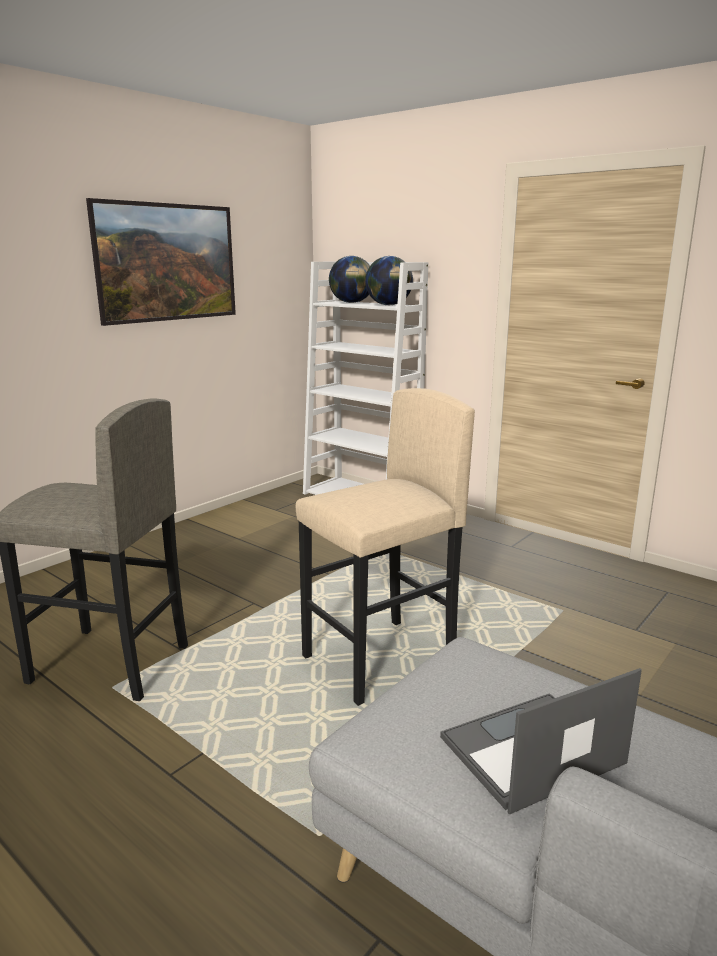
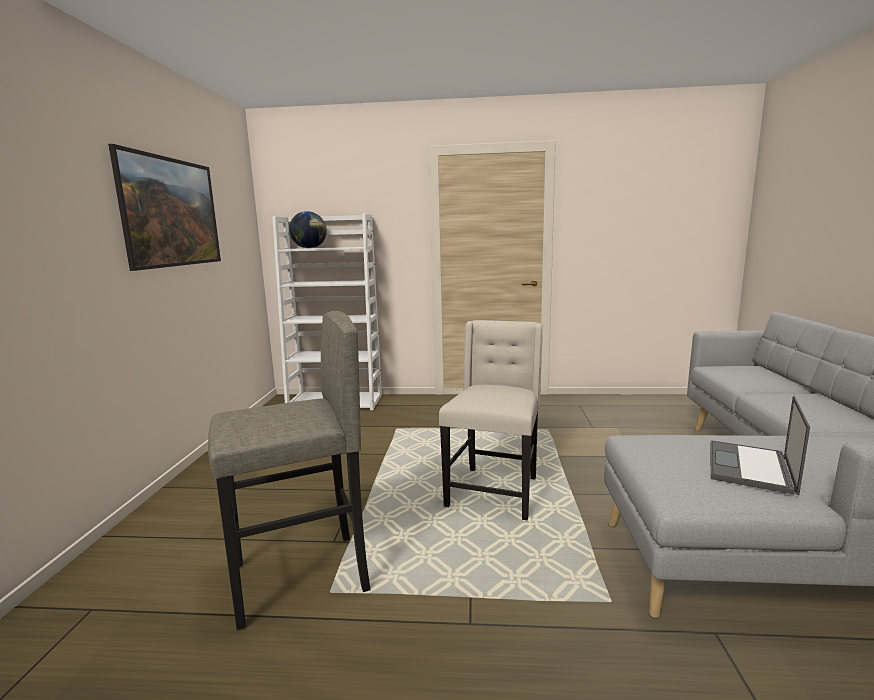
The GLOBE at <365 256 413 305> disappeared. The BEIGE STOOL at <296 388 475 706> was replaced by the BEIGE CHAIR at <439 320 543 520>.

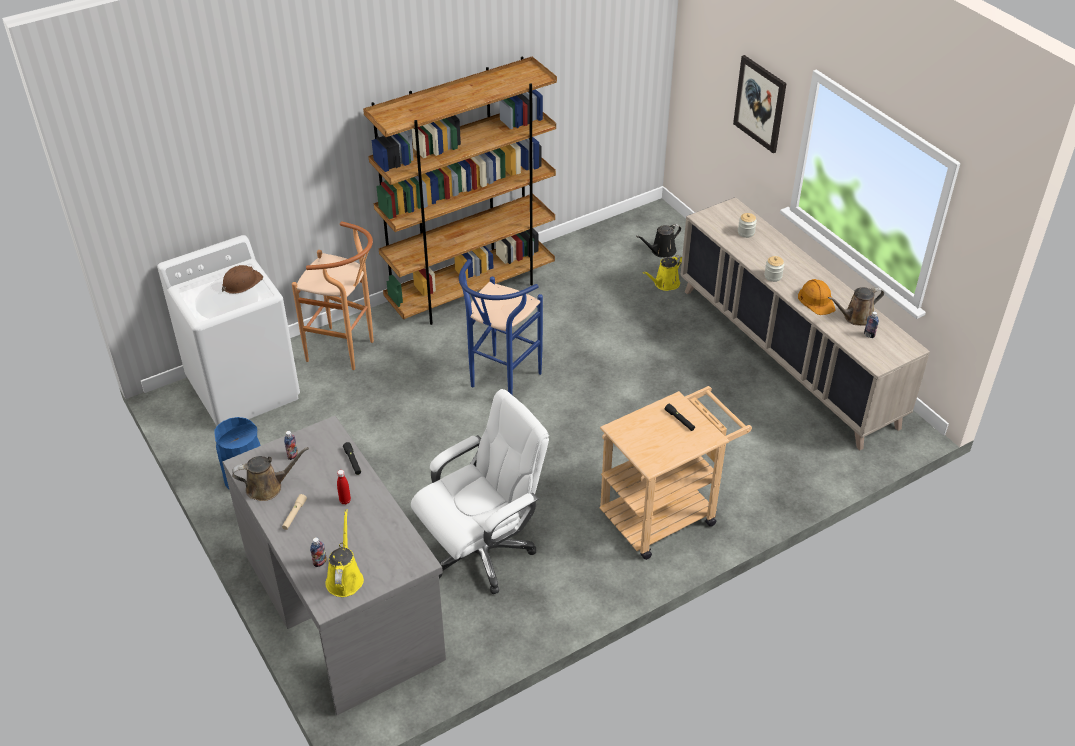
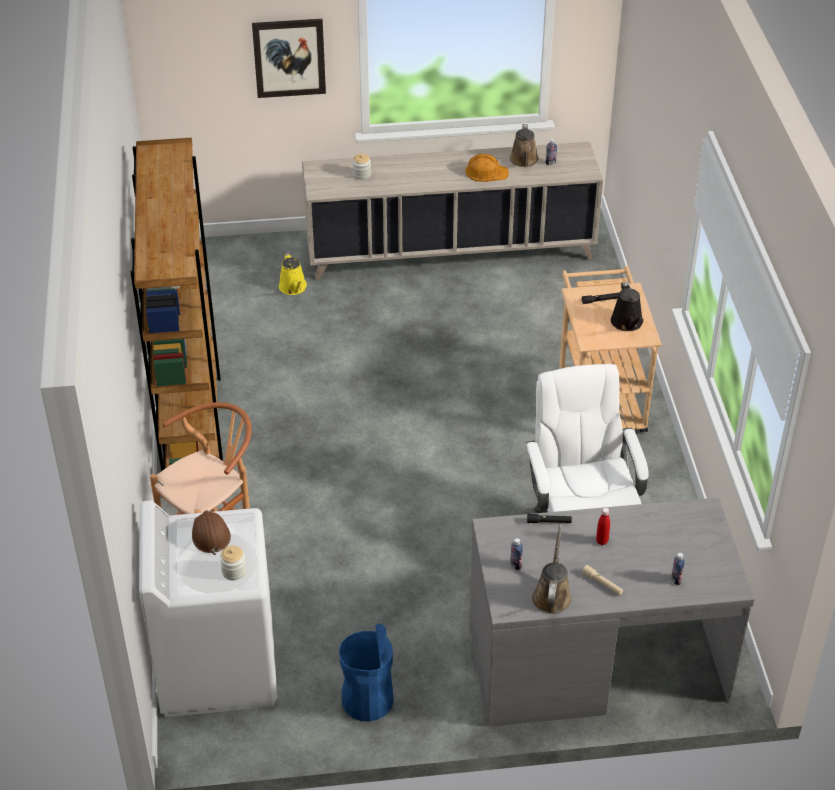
The YELLOW WATERING CAN at <325 509 364 597> disappeared. The BLUE STOOL at <459 259 543 395> disappeared. The BLACK WATERING CAN moved from <636 224 681 257> to <611 282 643 331>. The JAR moved from <764 256 784 282> to <220 546 246 580>.

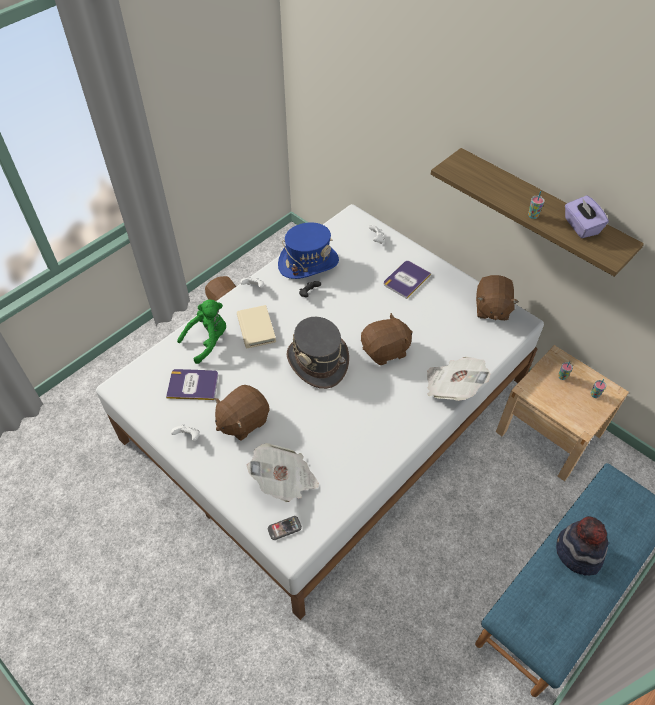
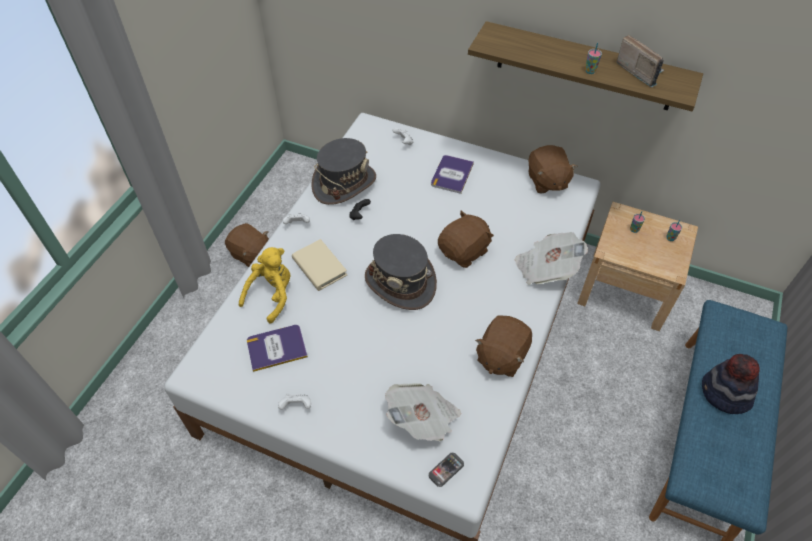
The BROWN PLUSH TOY moved from <214 385 269 441> to <475 315 532 377>. The PURPLE TISSUE BOX at <565 195 609 238> was replaced by the RADIO at <617 35 664 87>. The GREEN PLUSH TOY at <177 299 226 364> became the YELLOW PLUSH TOY at <239 247 291 324>. The BLUE HAT at <278 222 339 279> became the GREY HAT at <311 138 376 205>.

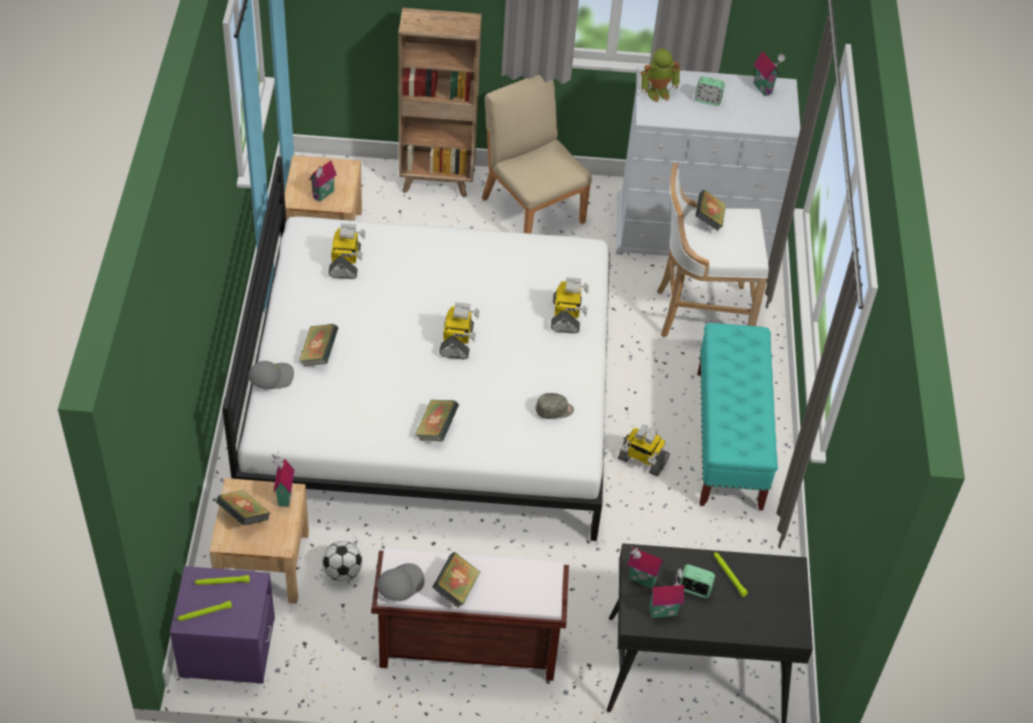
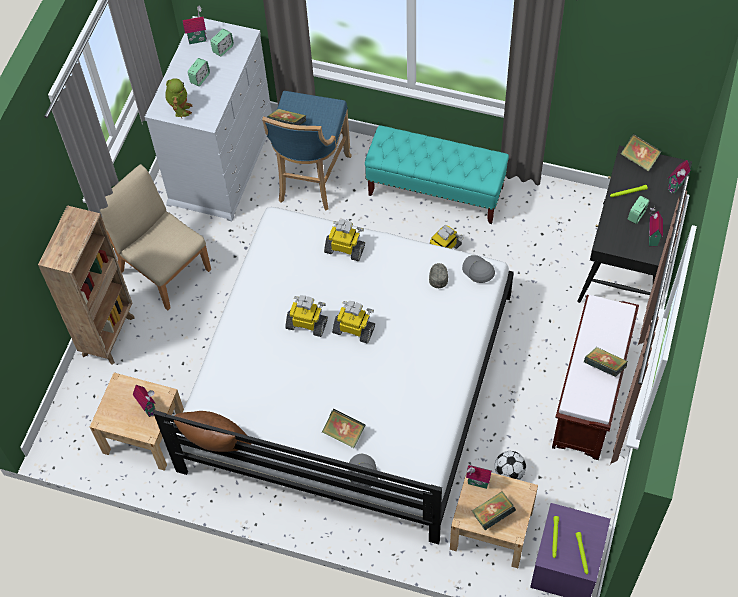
The BROWN PILLOW at <174 411 251 452> appeared. The ALARM CLOCK at <210 29 234 57> appeared. The TOY ROBOT moved from <328 223 366 279> to <285 295 328 337>. The GREY CAP moved from <377 563 424 601> to <462 255 495 283>. The BOOK moved from <415 400 459 441> to <621 134 662 172>. The TOY HOUSE moved from <628 546 663 588> to <668 160 691 194>. The WHITE STOOL at <657 163 769 338> became the BLUE STOOL at <262 91 352 211>. The BEIGE CHAIR at <482 75 592 234> turned 60 degrees clockwise.

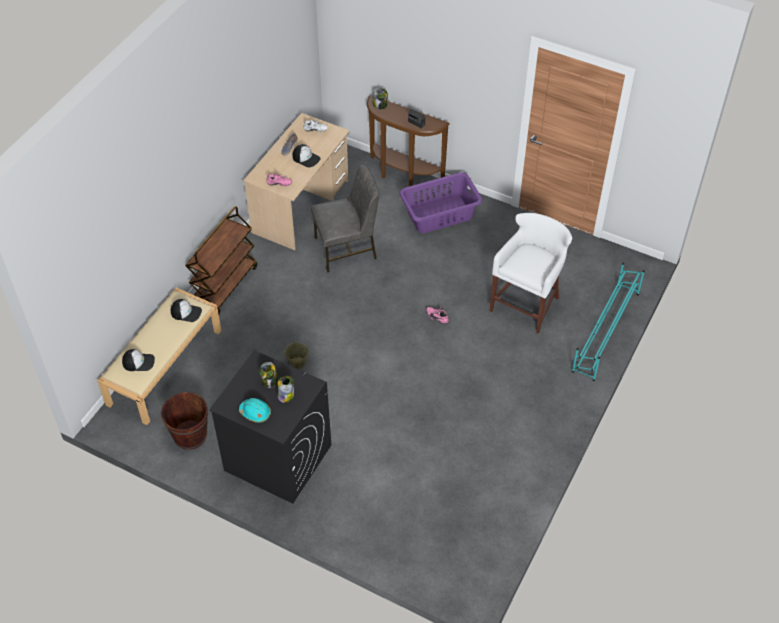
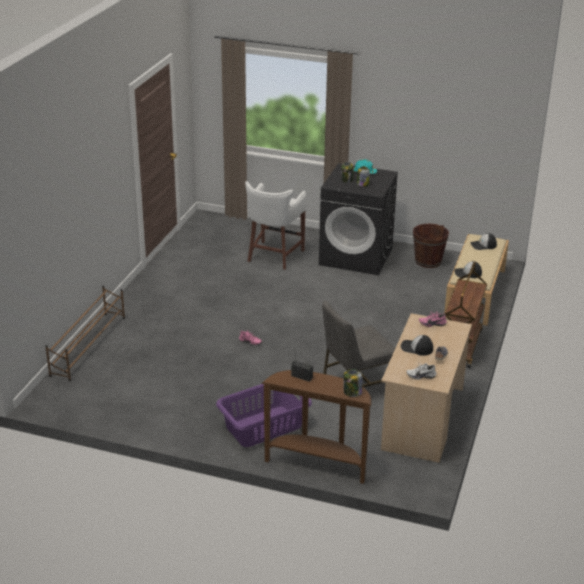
The BEIGE BUCKET at <284 343 309 369> disappeared. The WHITE STOOL moved from <490 213 572 334> to <245 181 307 270>. The TURQUOISE SHOE RACK at <572 262 645 381> became the BROWN SHOE RACK at <45 286 125 381>.

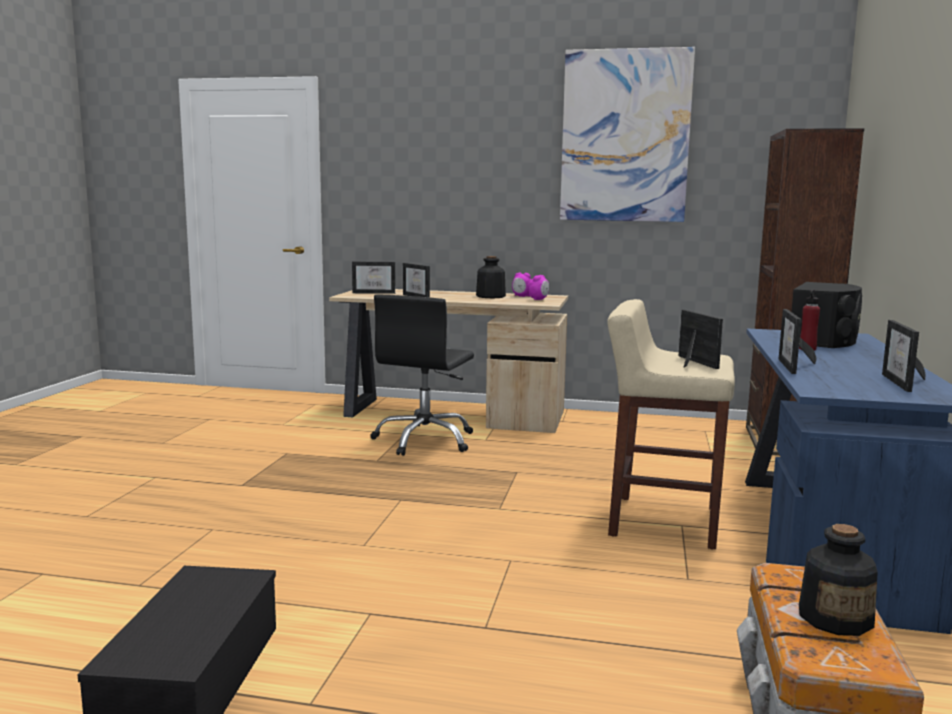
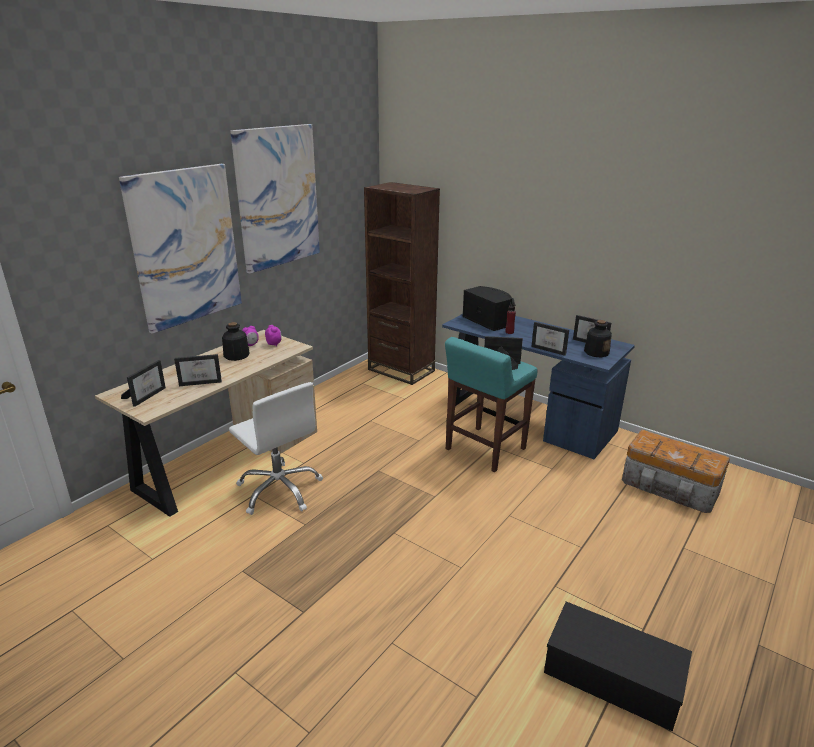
The PICTURE at <119 164 242 334> appeared. The BOTTLE moved from <799 524 878 636> to <584 320 612 358>. The BLACK OFFICE CHAIR at <370 295 474 456> became the WHITE OFFICE CHAIR at <229 382 323 515>. The BEIGE STOOL at <607 299 735 550> became the TURQUOISE STOOL at <445 337 538 472>.

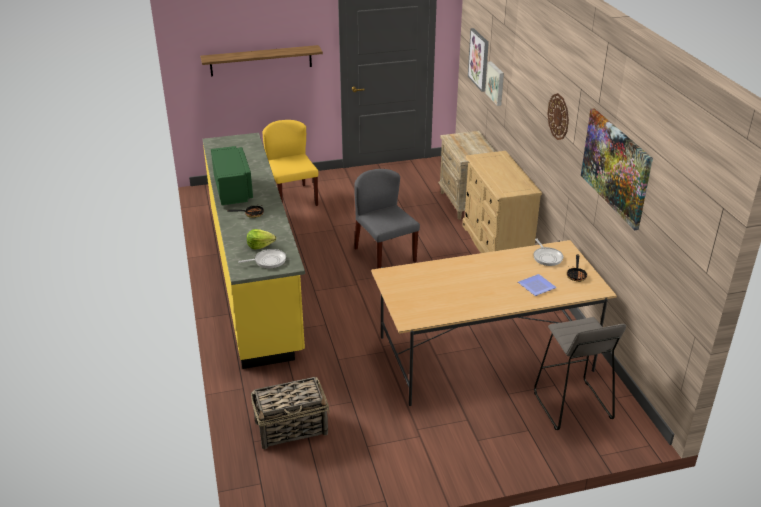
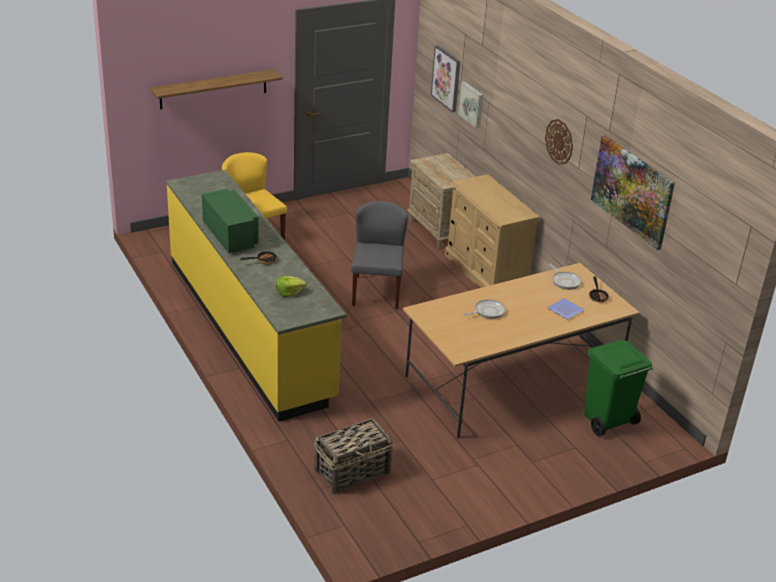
The FRYING PAN moved from <238 249 286 268> to <464 299 505 319>. The GREY STOOL at <534 317 626 430> was replaced by the GREEN TRASH CAN at <584 340 652 436>. The GREY CHAIR at <354 169 420 269> turned 45 degrees clockwise.

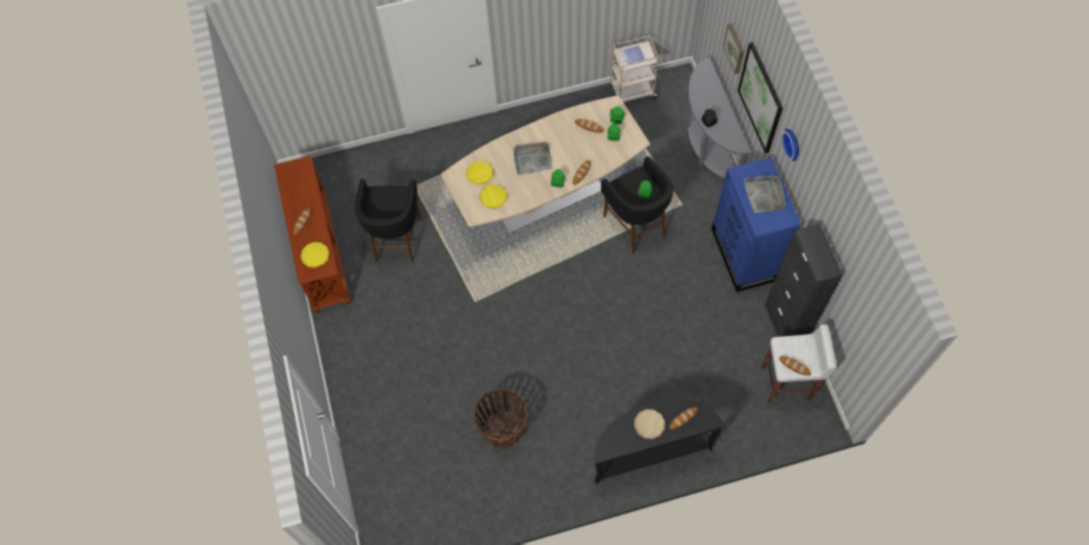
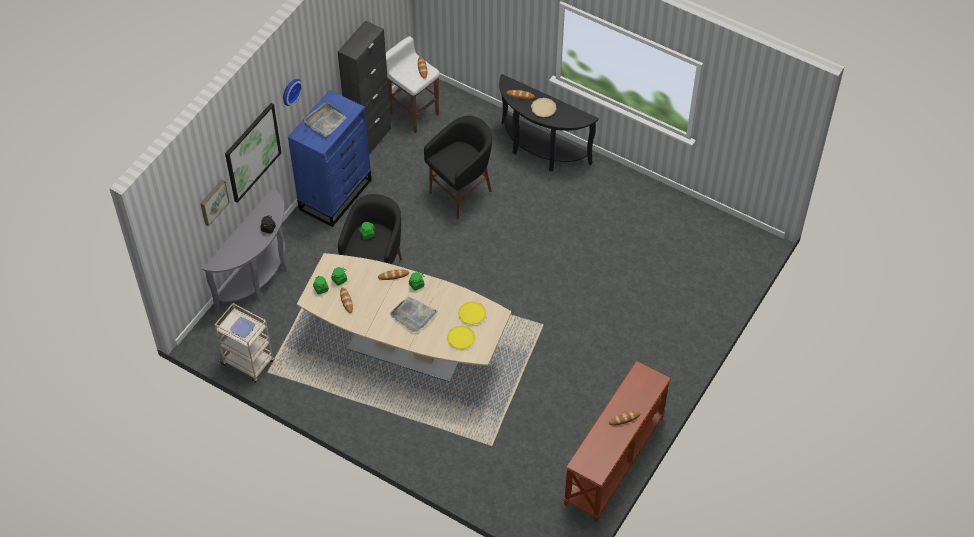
The YELLOW PLATE at <300 242 329 268> disappeared. The BASKET at <473 389 528 449> disappeared. The BLACK STOOL moved from <355 179 421 263> to <424 116 492 219>.

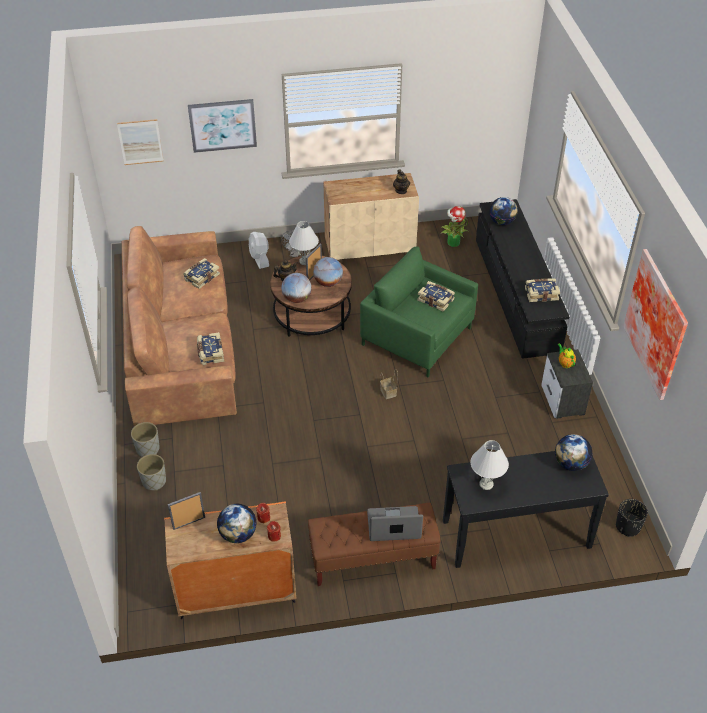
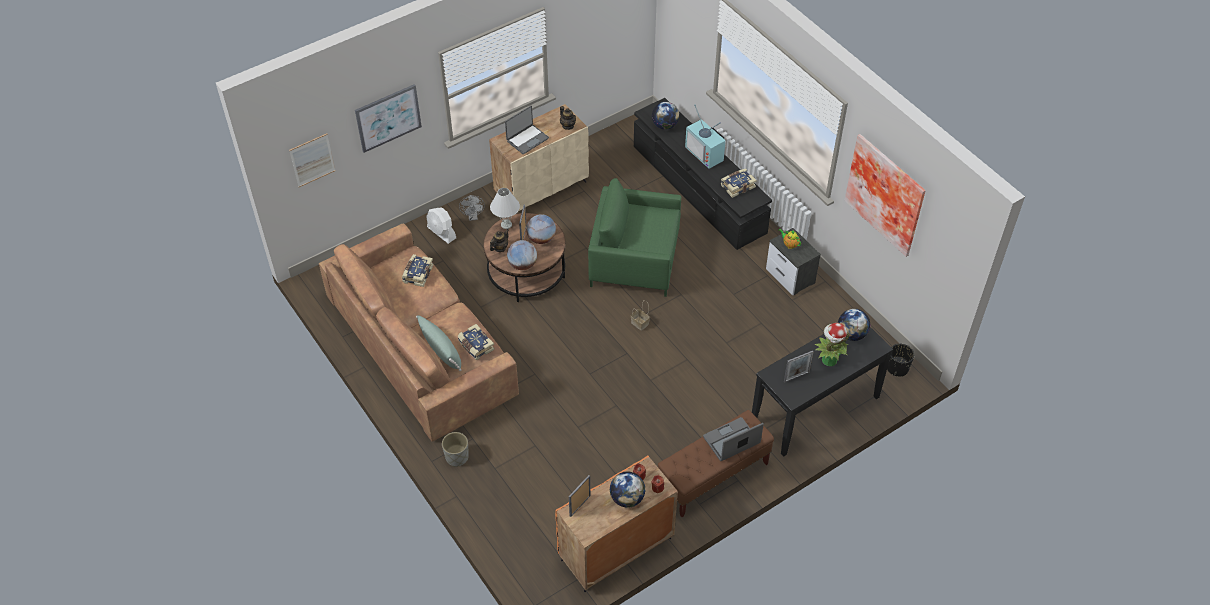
The GREY PLANTER at <137 454 166 491> disappeared. The BOOK at <417 281 455 312> disappeared. The GREEN PILLOW at <416 315 461 371> appeared. The LAPTOP at <505 106 549 154> appeared. The TELEVISION at <685 104 726 169> appeared. The POTTED PLANT moved from <440 206 468 247> to <815 323 849 366>. The WHITE TABLE LAMP at <471 440 509 490> was replaced by the PICTURE FRAME at <784 351 813 383>.

